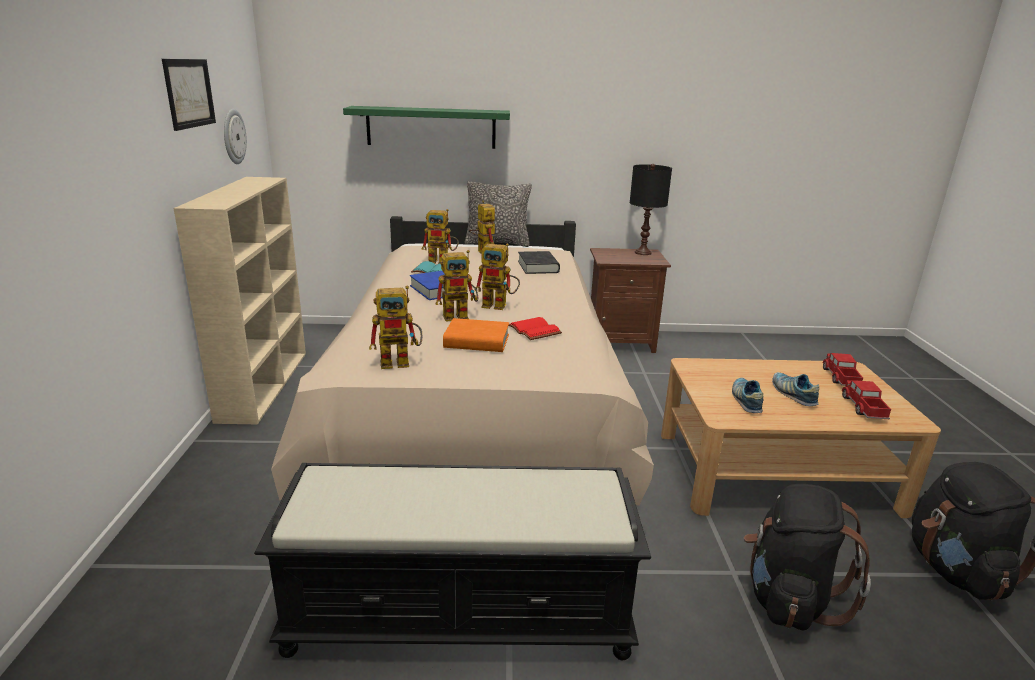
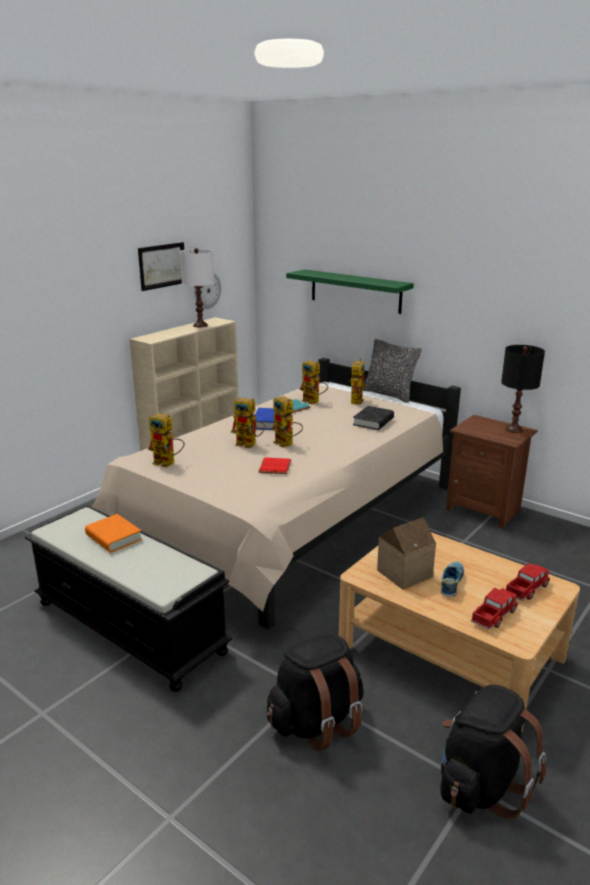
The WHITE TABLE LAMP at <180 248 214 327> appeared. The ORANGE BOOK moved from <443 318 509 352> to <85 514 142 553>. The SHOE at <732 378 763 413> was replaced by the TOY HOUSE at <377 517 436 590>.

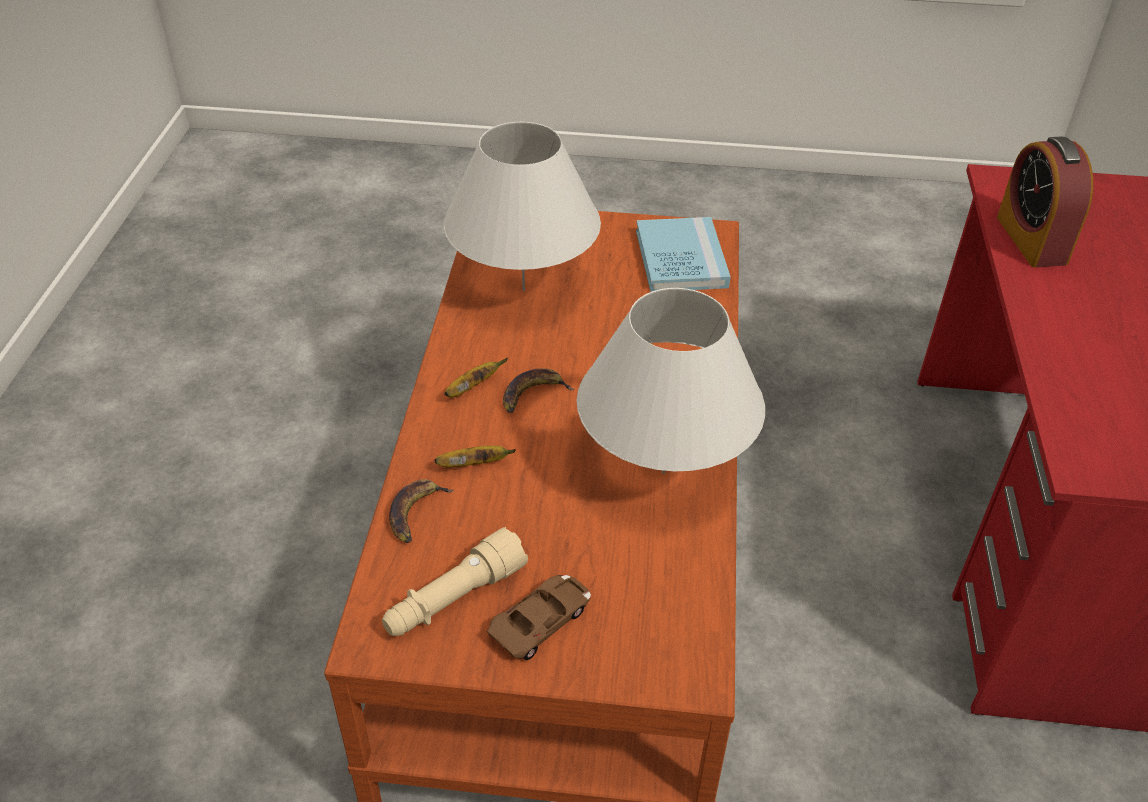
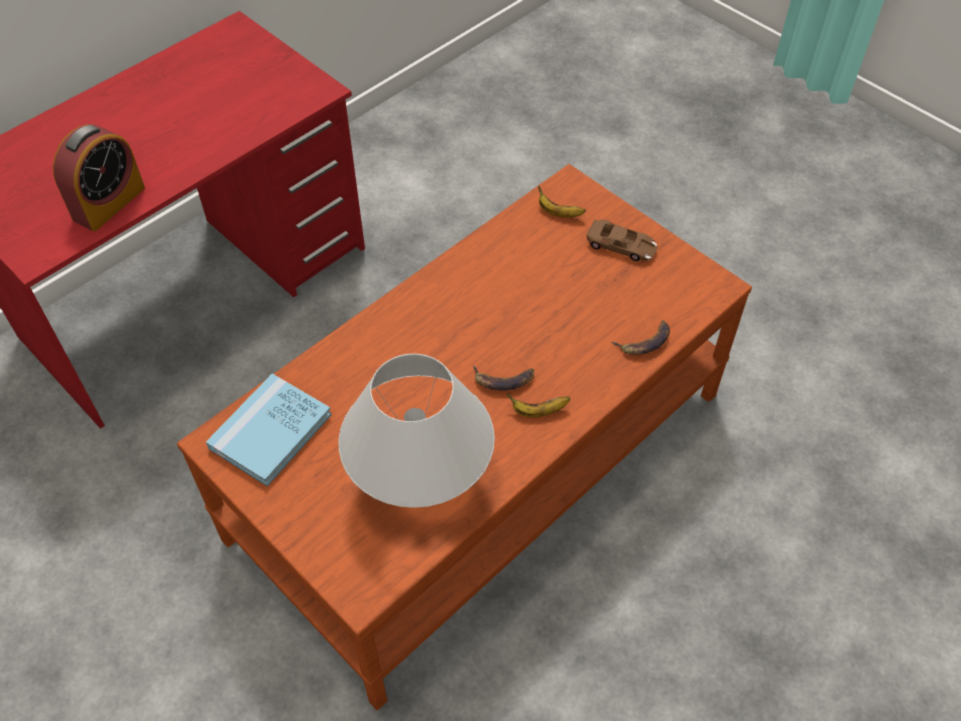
The BEIGE FLASHLIGHT at <382 527 528 636> disappeared. The WHITE TABLE LAMP at <577 288 765 474> disappeared. The BANANA moved from <434 446 516 468> to <538 186 586 217>. The BROWN TOY CAR at <487 575 591 660> turned 150 degrees counterclockwise.

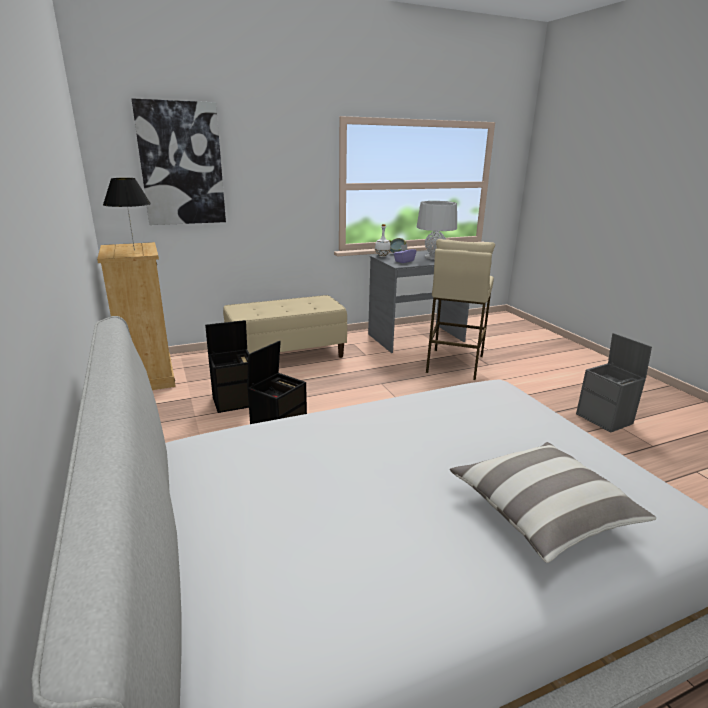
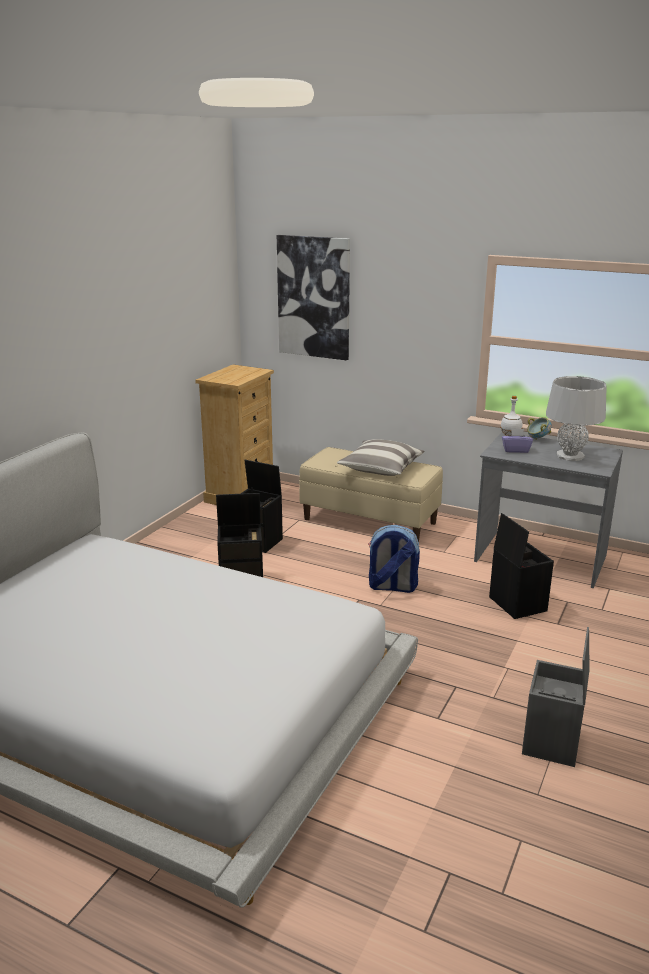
The BLACK TABLE LAMP at <103 178 151 251> disappeared. The BACKPACK at <368 525 420 593> appeared. The PILLOW moved from <450 442 656 563> to <337 439 425 476>. The BEIGE STOOL at <426 239 495 380> was replaced by the BLACK STORAGE BOX at <489 513 554 619>.

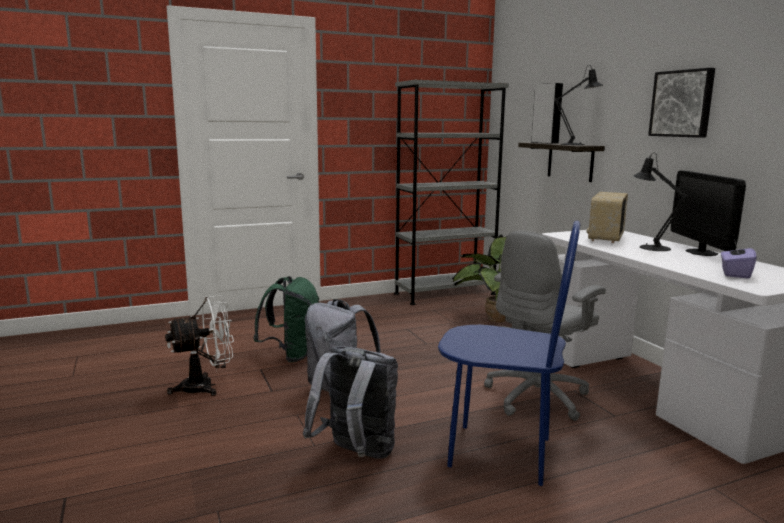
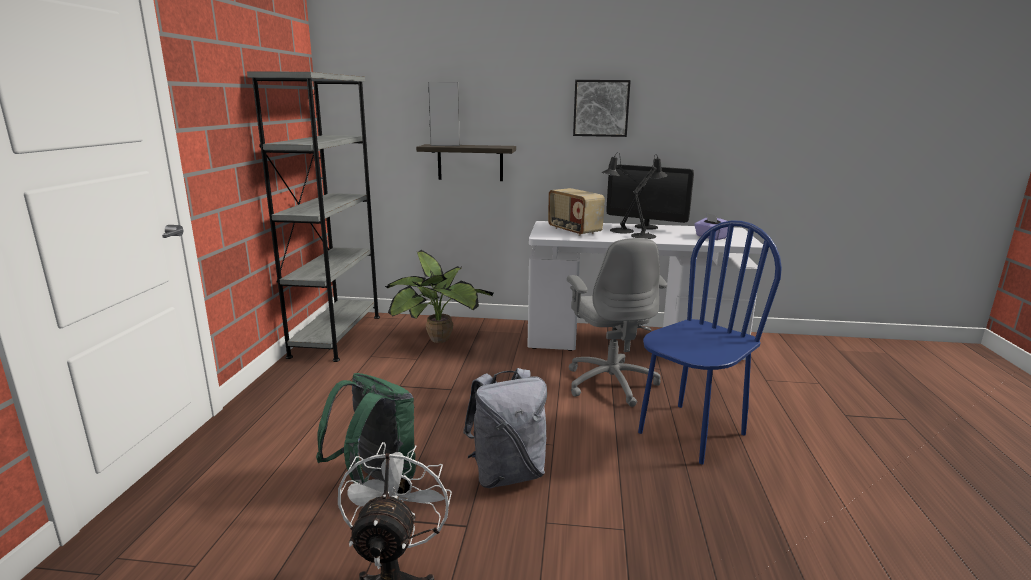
The GREY BACKPACK at <303 346 398 459> disappeared. The BLACK TABLE LAMP moved from <555 67 603 145> to <631 154 668 239>.

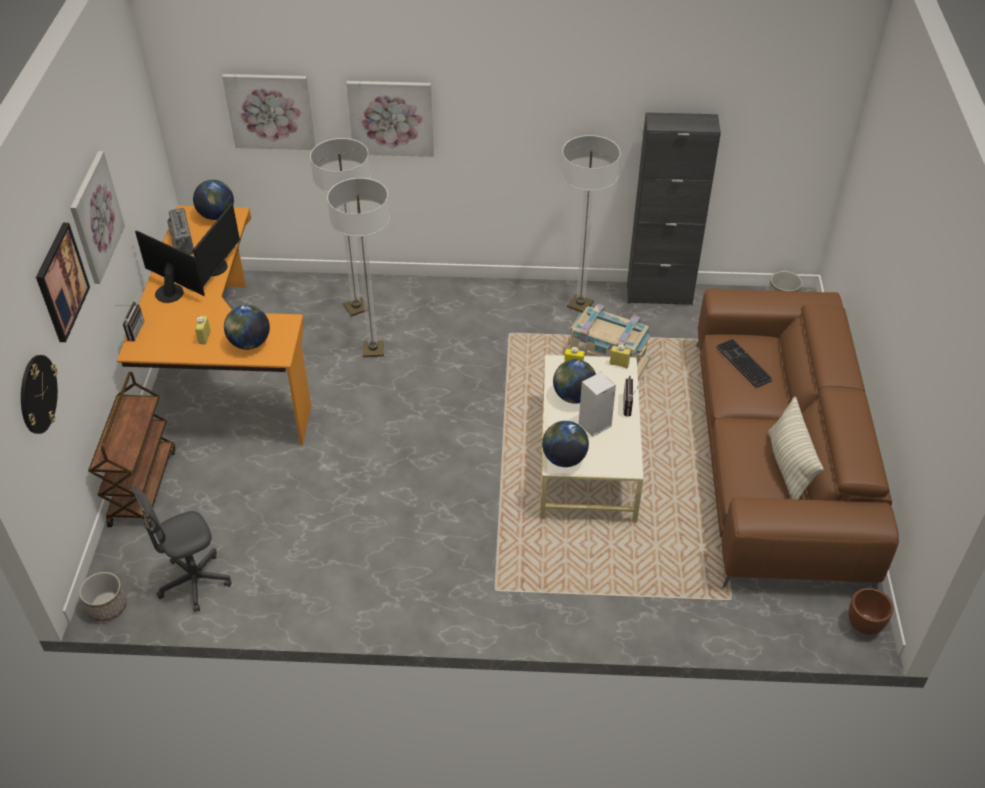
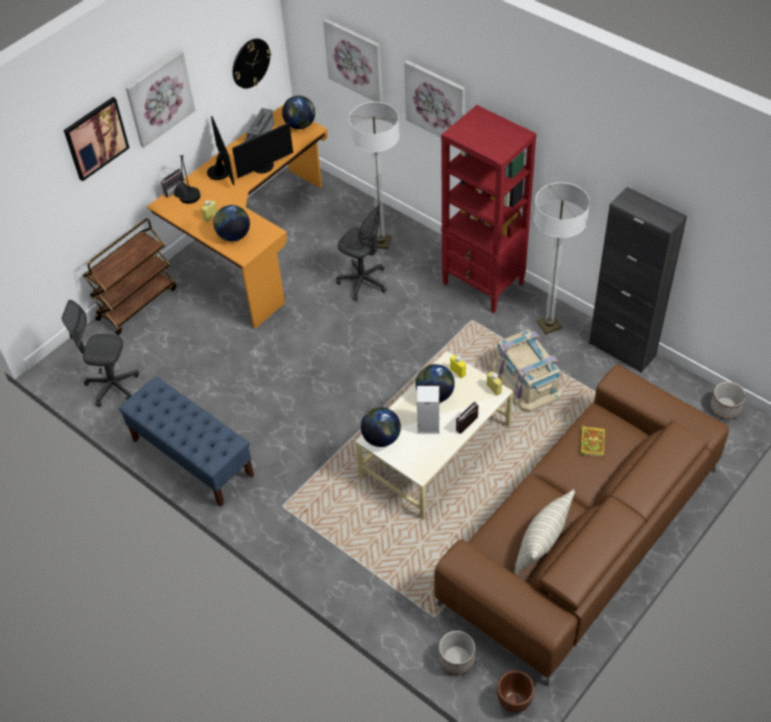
The BLUE BENCH at <119 377 254 507> appeared. The BLACK TABLE LAMP at <174 155 200 204> appeared. The RED BOOKCASE at <441 105 537 313> appeared. The WALL CLOCK moved from <21 355 58 434> to <233 39 271 89>. The PLANTER moved from <79 572 127 622> to <439 631 475 675>. The FLOOR LAMP at <327 178 390 357> was replaced by the GREY OFFICE CHAIR at <336 203 387 301>. The KEYBOARD at <716 339 772 388> was replaced by the BOOK at <579 426 605 456>.

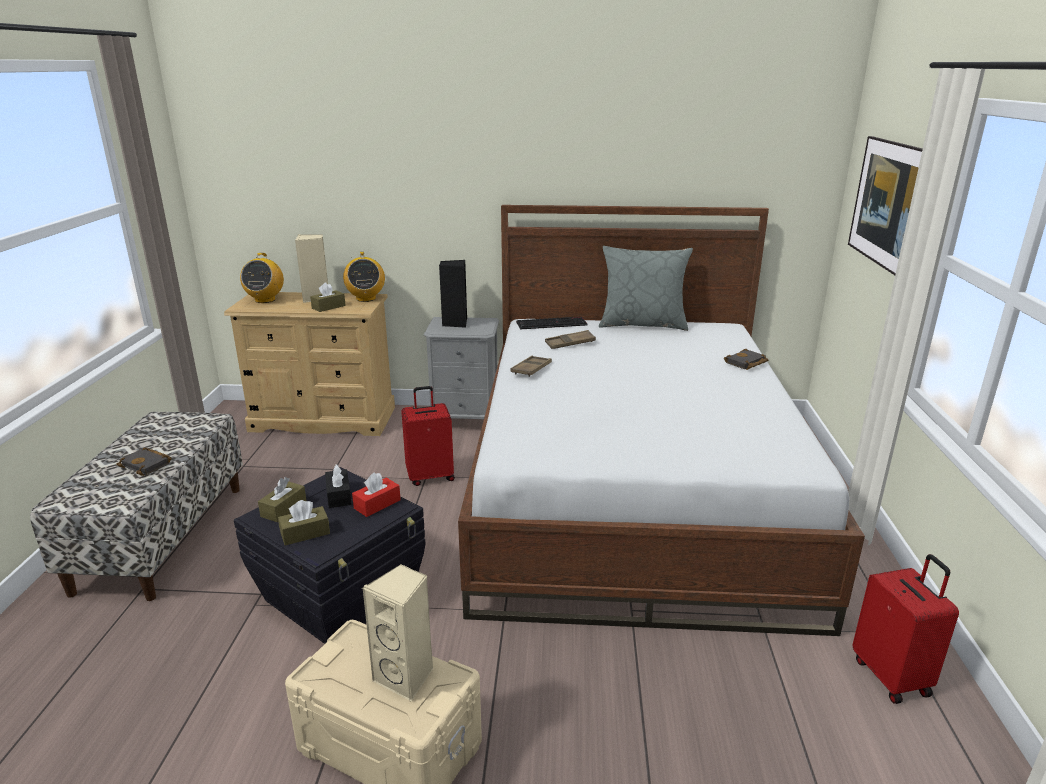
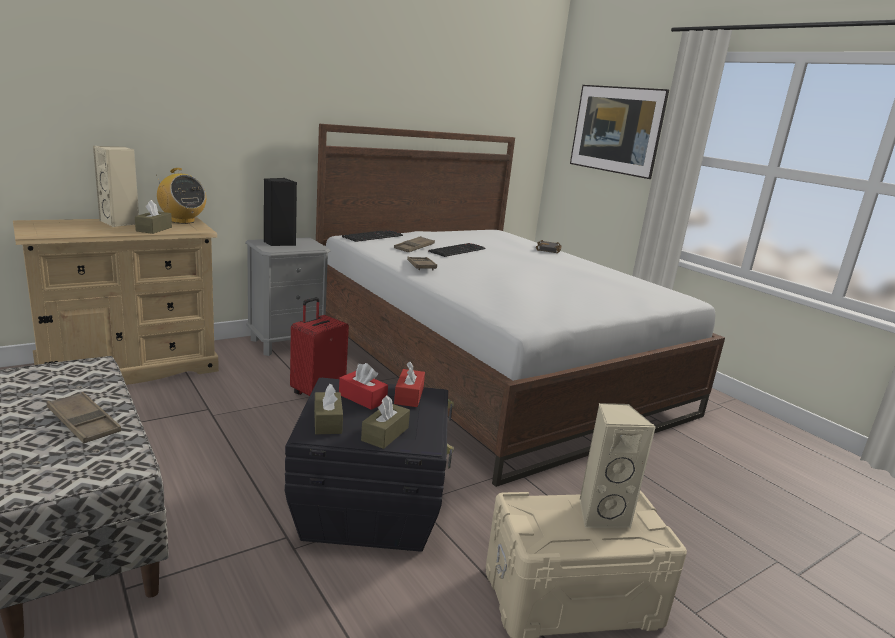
The RADIO at <240 253 284 303> disappeared. The GREY PILLOW at <599 246 693 331> disappeared. The RED SUITCASE at <853 554 959 704> disappeared. The KEYBOARD at <428 243 485 257> appeared. The BLACK BOOK at <116 447 172 476> was replaced by the BROWN TRAY at <46 392 121 444>. The BLACK TISSUE BOX at <325 464 352 508> became the RED TISSUE BOX at <339 363 388 410>.

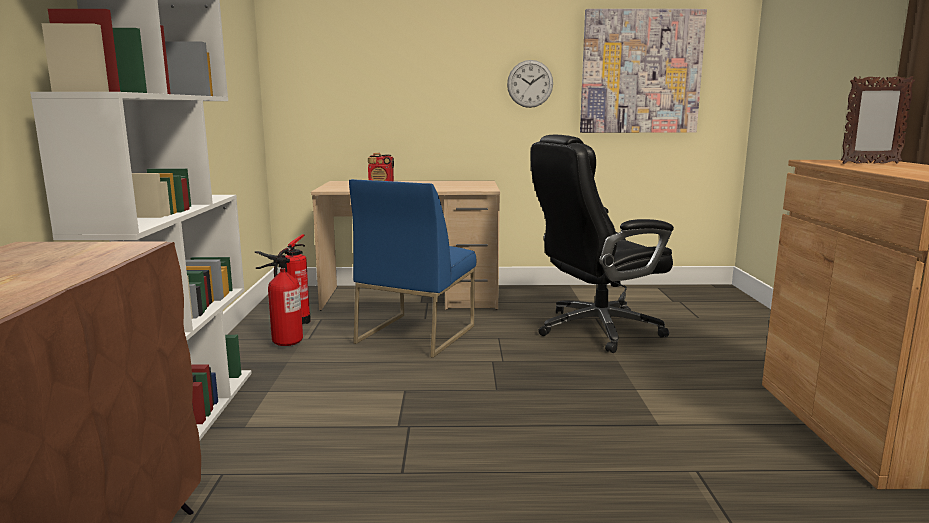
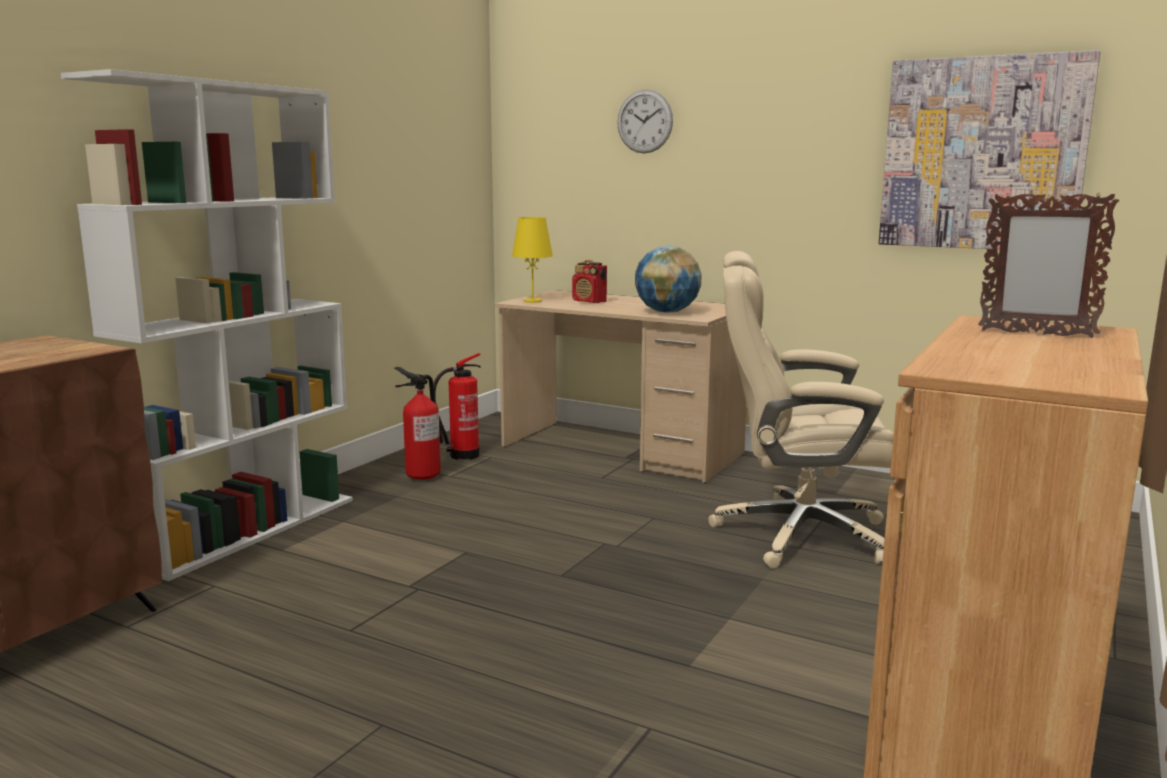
The BLUE CHAIR at <349 179 476 358> disappeared. The YELLOW TABLE LAMP at <512 217 553 302> appeared. The GLOBE at <635 246 701 313> appeared. The WALL CLOCK moved from <507 60 553 108> to <617 90 673 153>. The BLACK OFFICE CHAIR at <531 135 674 353> became the BEIGE OFFICE CHAIR at <708 251 894 568>.

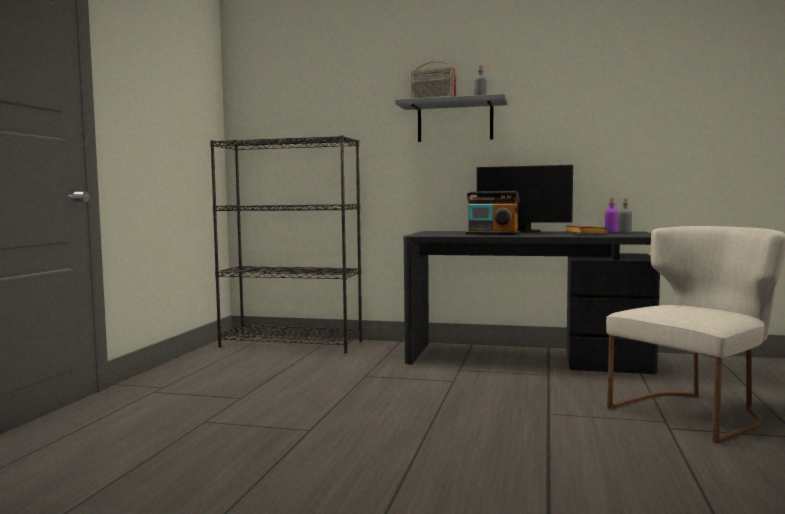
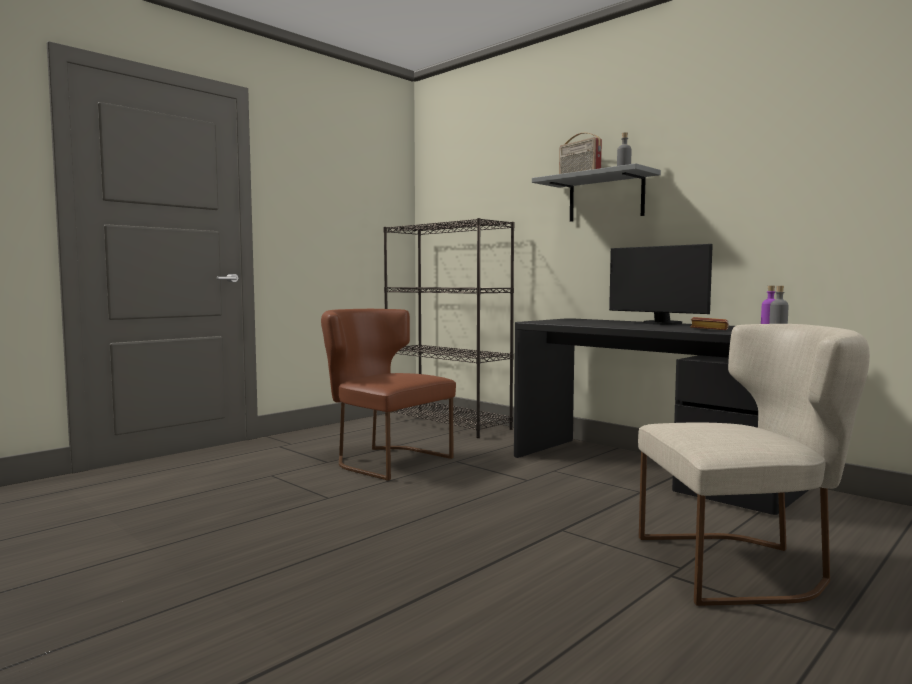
The RADIO at <466 191 520 235> disappeared. The BROWN CHAIR at <321 309 456 481> appeared.

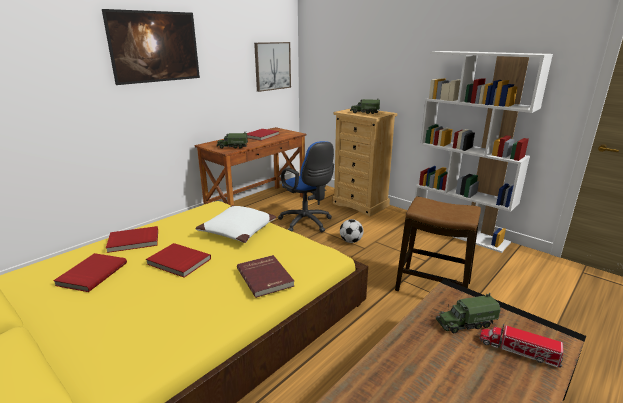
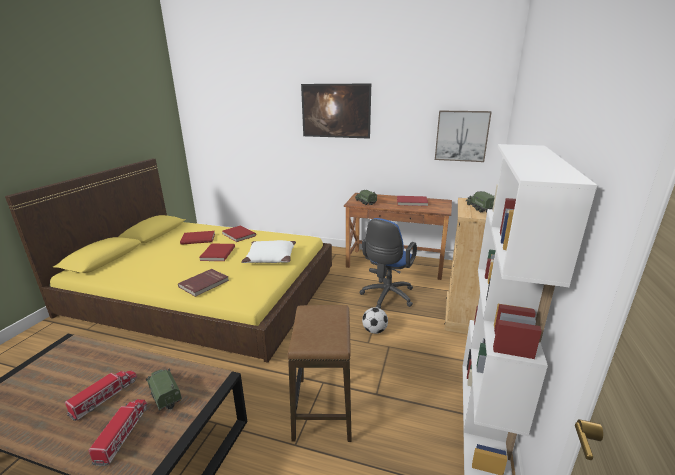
The TOY TRUCK at <65 370 137 421> appeared.

